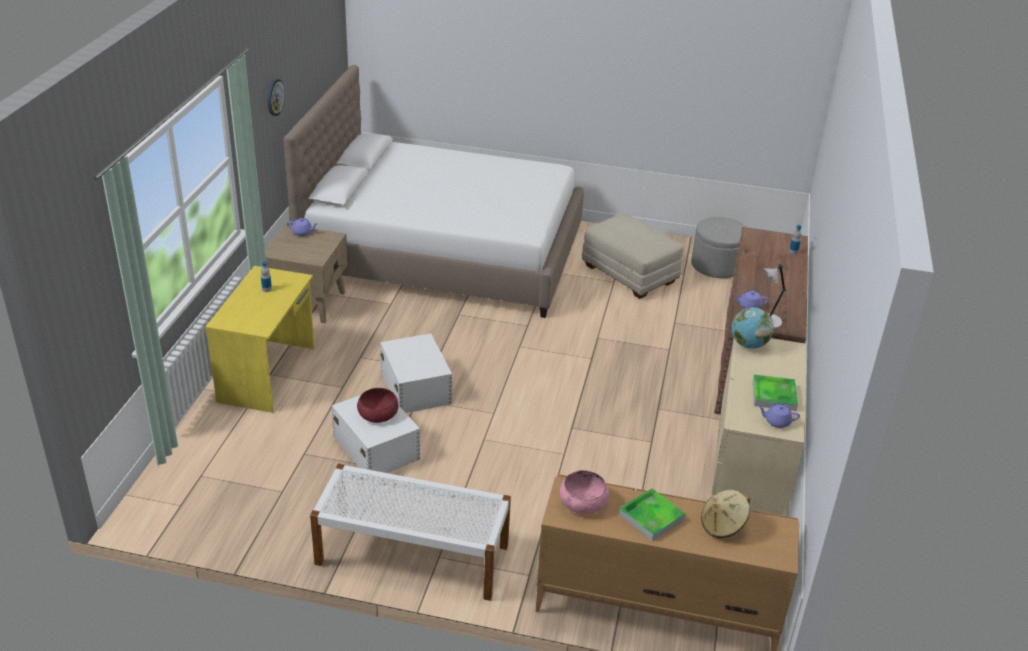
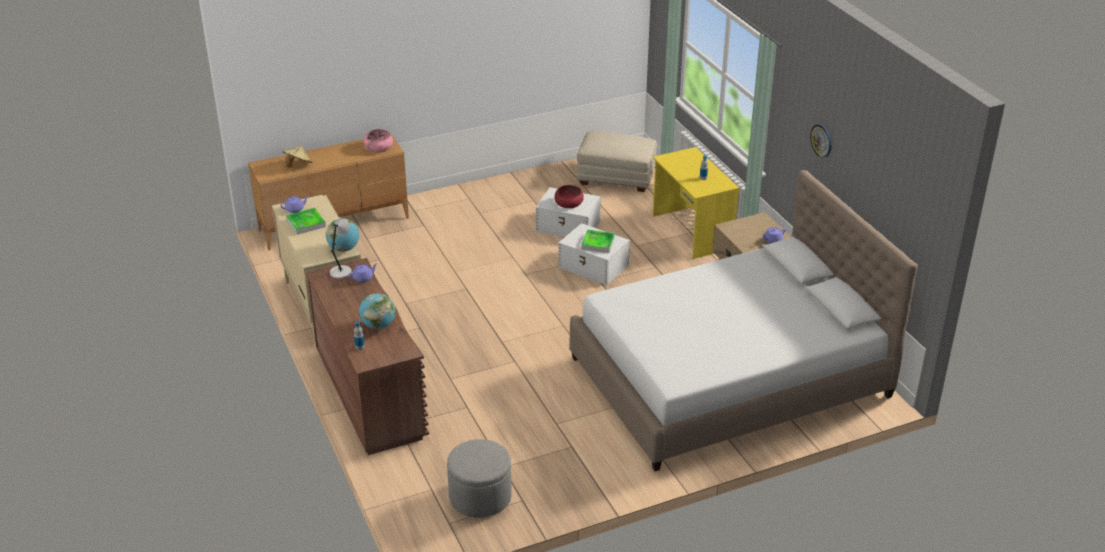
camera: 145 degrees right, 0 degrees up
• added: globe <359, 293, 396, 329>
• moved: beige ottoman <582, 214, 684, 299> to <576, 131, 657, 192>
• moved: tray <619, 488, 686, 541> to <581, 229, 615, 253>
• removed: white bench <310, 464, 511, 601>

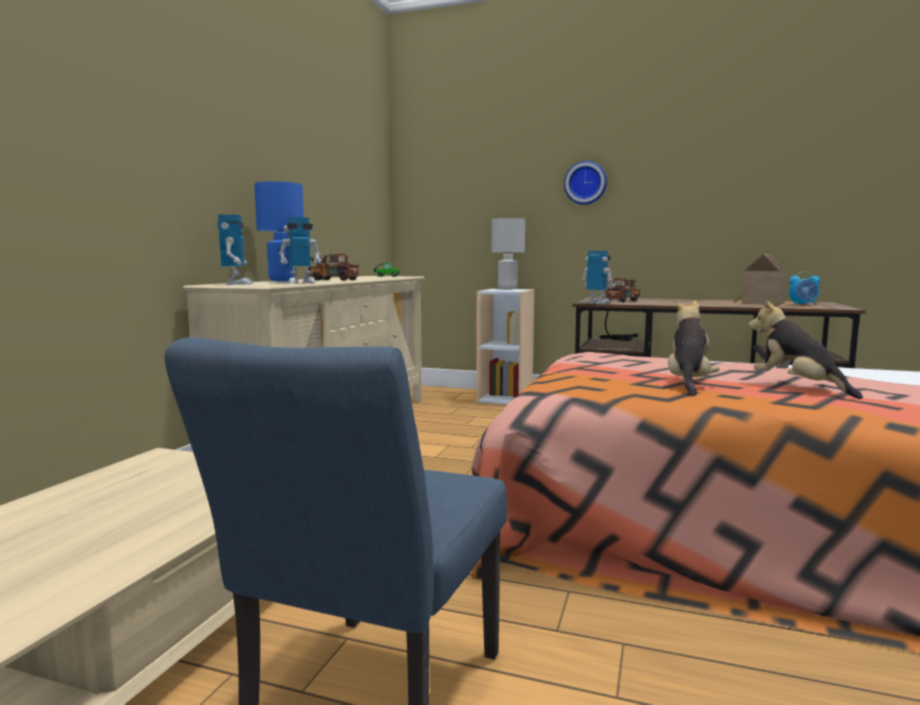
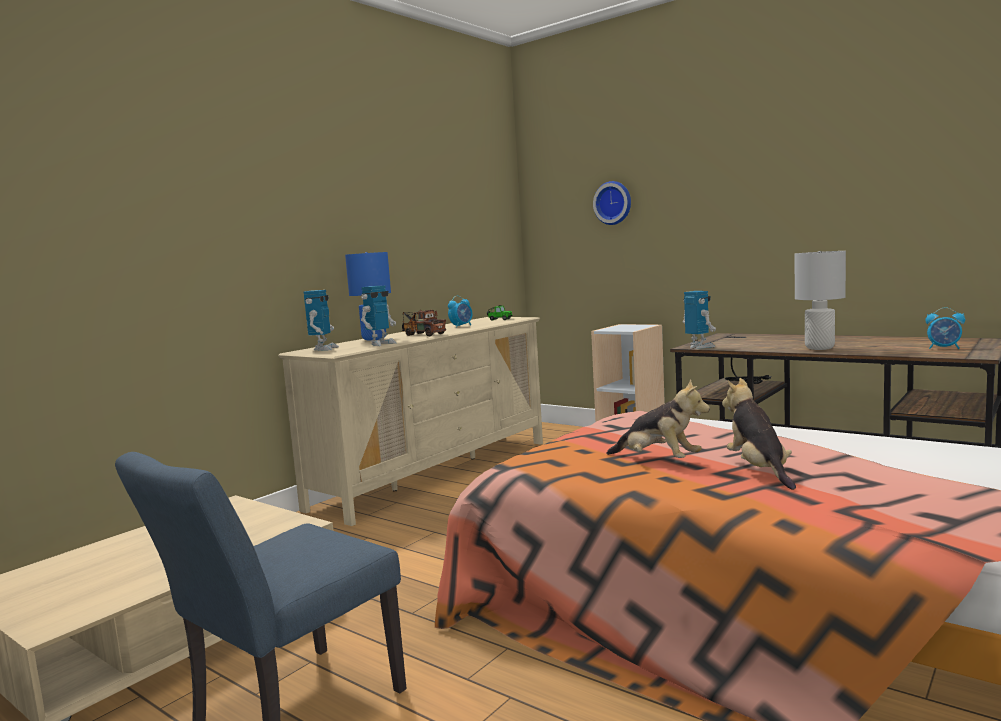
camera: 20 degrees right, 0 degrees up
• turned: toy robot <279, 217, 321, 283> = <361, 286, 396, 346> 45 degrees counterclockwise
• added: alarm clock <448, 296, 472, 328>
• moved: wall clock <564, 161, 607, 205> to <593, 181, 631, 225>
• turned: plush toy <668, 299, 720, 396> = <606, 379, 710, 458> 90 degrees clockwise
• moved: grey table lamp <492, 218, 525, 290> to <795, 251, 846, 350>
• removed: toy truck <605, 278, 640, 302>
• removed: toy house <734, 254, 787, 305>

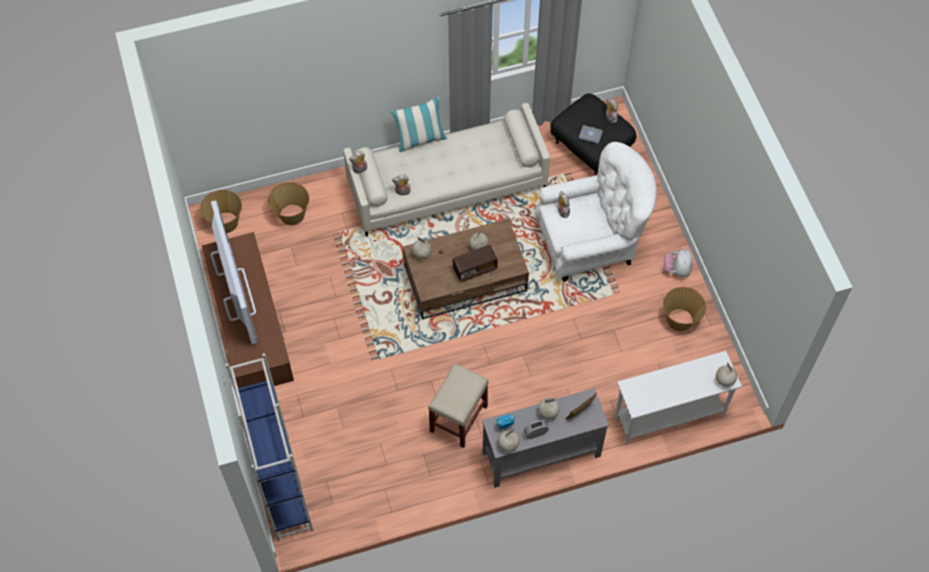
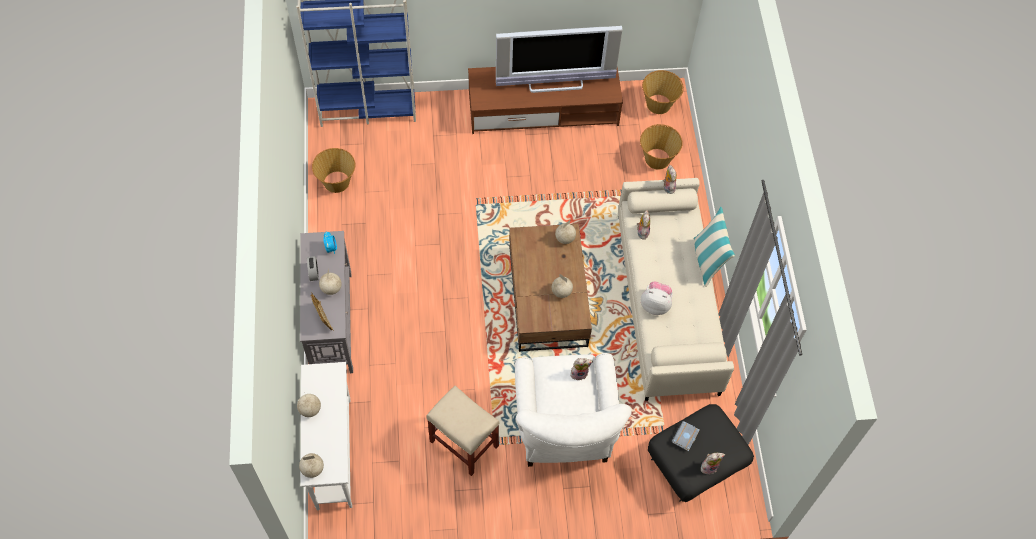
camera: 100 degrees right, 0 degrees up
• moved: globe <498, 429, 520, 452> to <297, 394, 321, 417>
• moved: basket <663, 287, 706, 332> to <312, 148, 356, 193>
• moved: beige stool <428, 363, 489, 448> to <426, 386, 499, 476>
• moved: plush toy <663, 249, 692, 277> to <641, 281, 673, 315>
• removed: radio <453, 245, 498, 282>

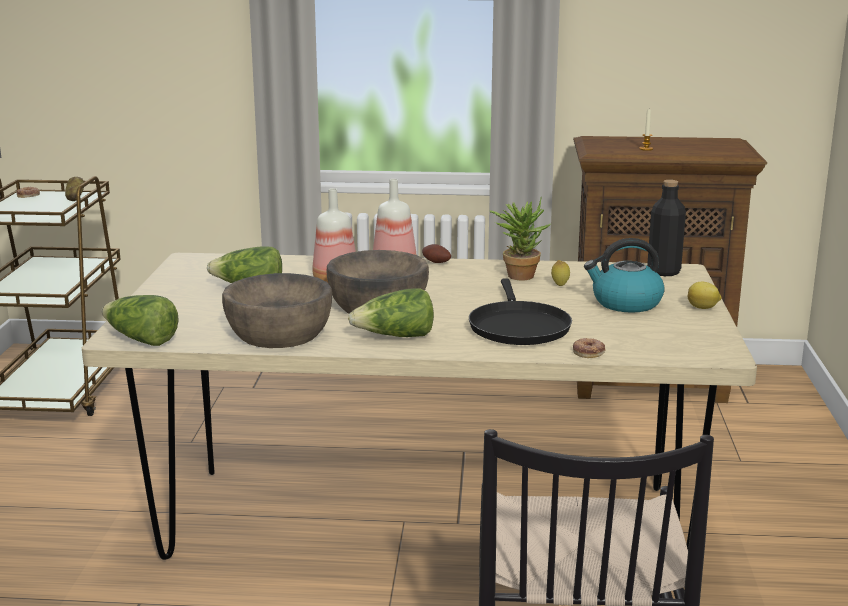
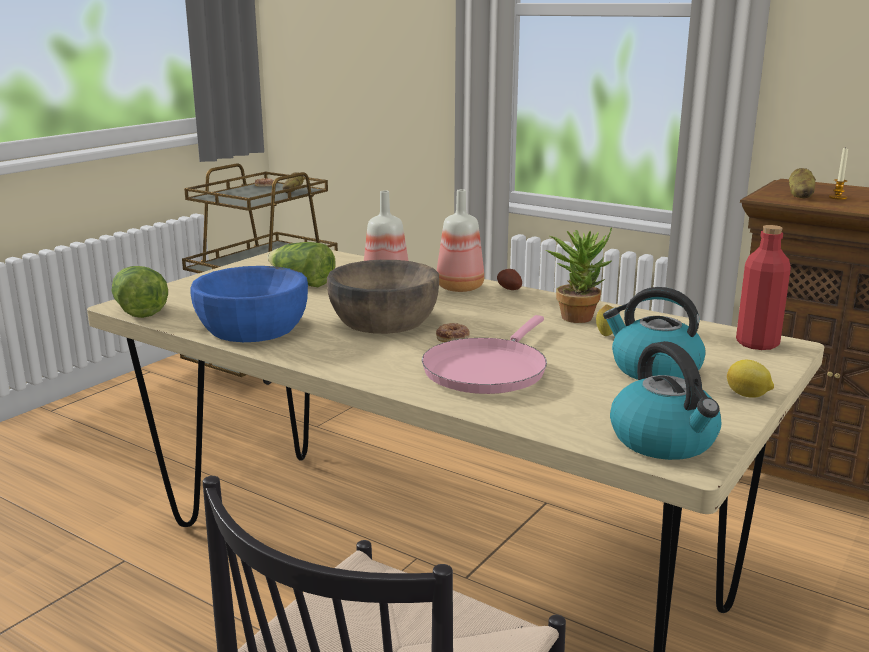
camera: 30 degrees right, 0 degrees up
• recoloured: brown bowl <222, 273, 332, 348> to blue bowl <191, 266, 308, 342>
• recoloured: black frying pan <469, 279, 572, 345> to pink frying pan <422, 315, 547, 394>
• moved: donut <573, 338, 605, 358> to <436, 323, 470, 342>
• added: kettle <610, 341, 721, 460>
• recoloured: black bottle <647, 180, 686, 276> to red bottle <736, 225, 791, 350>
• added: potato <789, 168, 816, 199>
• removed: lettuce <348, 288, 434, 337>

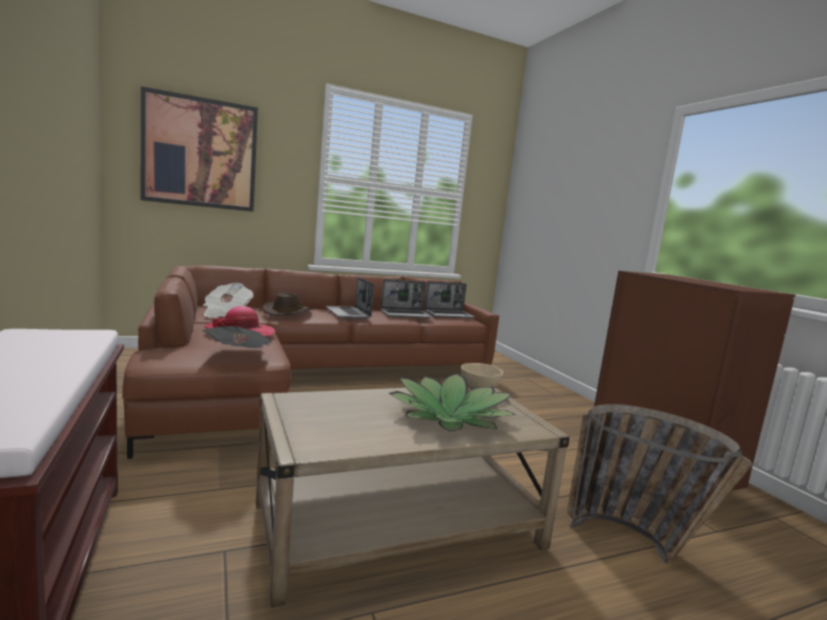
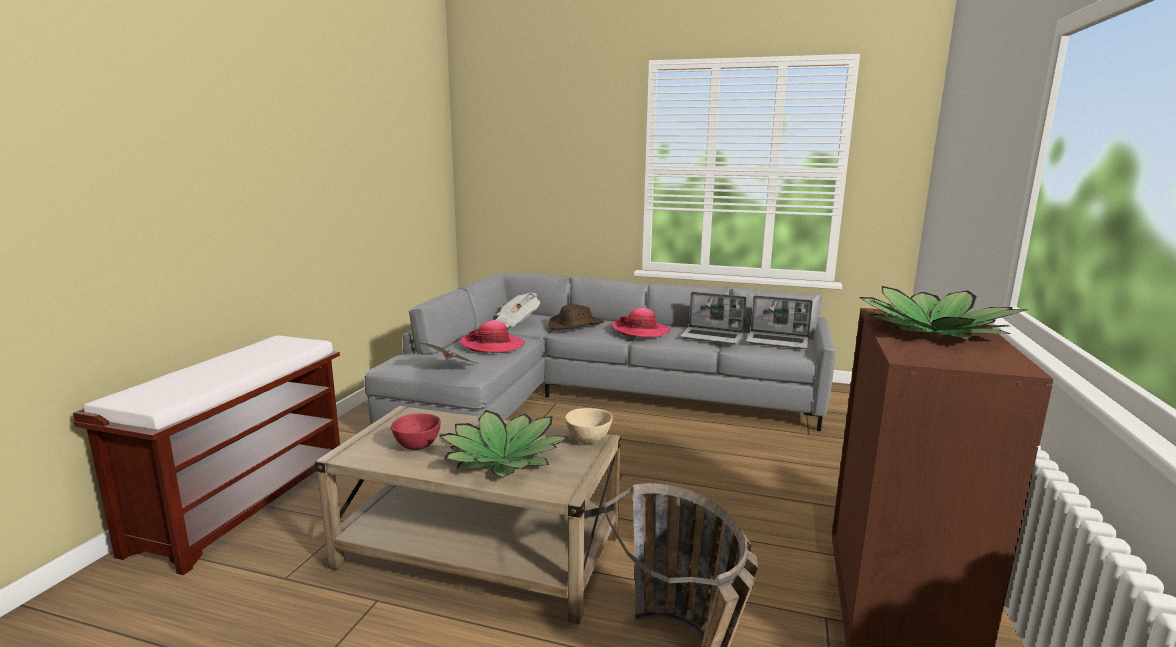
camera: 40 degrees right, 5 degrees up
• recoloured: brown sofa <122, 265, 499, 459> to grey sofa <365, 273, 836, 431>
• added: red bowl <391, 414, 441, 450>
• replaced: laptop <325, 277, 374, 319> to hat <612, 308, 671, 338>
• added: potted plant <859, 286, 1026, 339>
• removed: picture <141, 86, 258, 212>

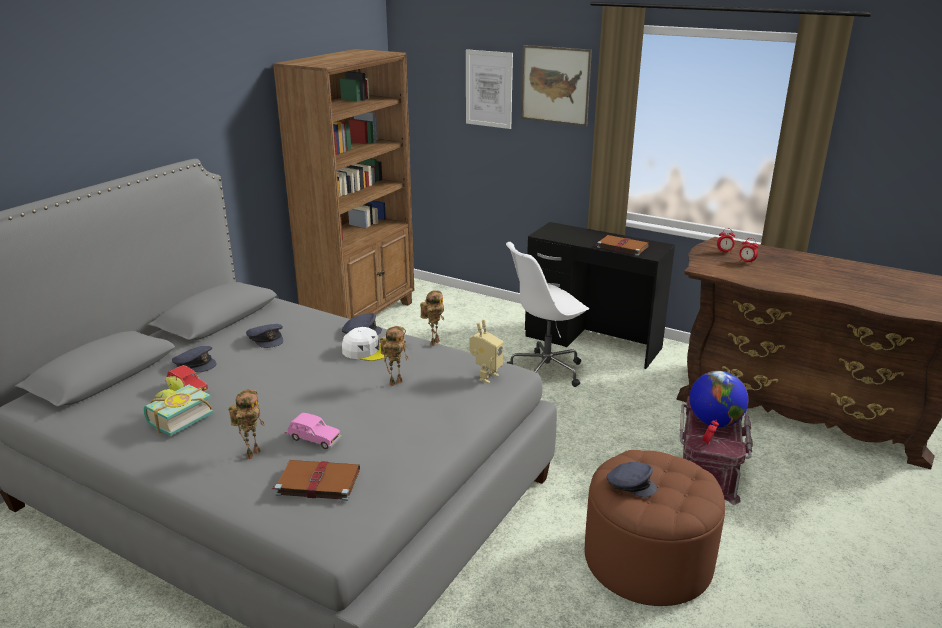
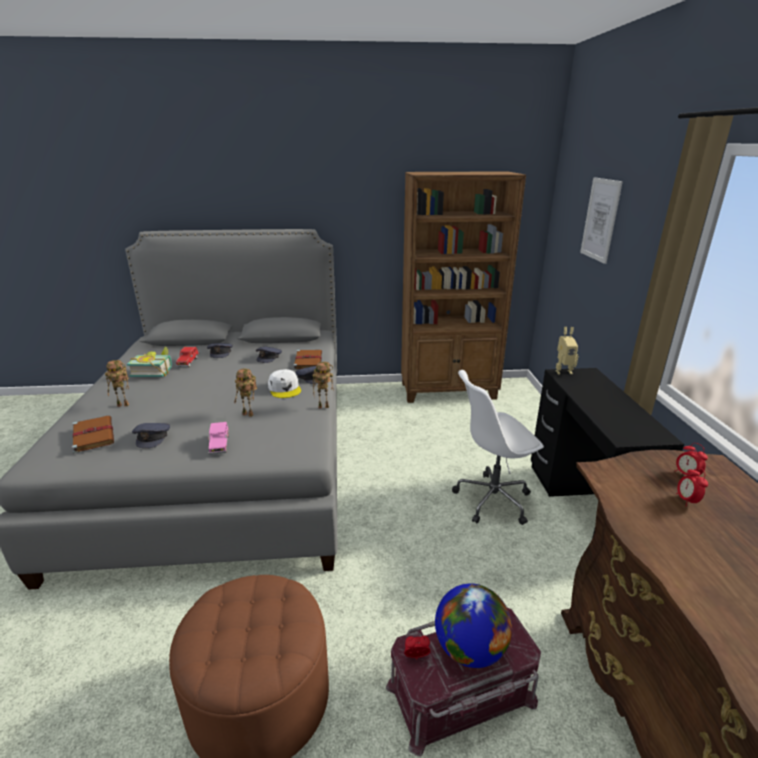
camera: 55 degrees right, 0 degrees up
• moved: grey cap <606, 462, 657, 497> to <132, 423, 170, 448>
• moved: pink toy car <285, 413, 342, 449> to <208, 422, 229, 455>
• moved: brown book <596, 235, 649, 256> to <293, 350, 322, 370>
• turned: white office chair <506, 242, 589, 387> = <452, 370, 544, 525> 45 degrees counterclockwise
• moved: toy robot <469, 320, 504, 384> to <555, 327, 578, 374>
• removed: picture <521, 45, 592, 126>

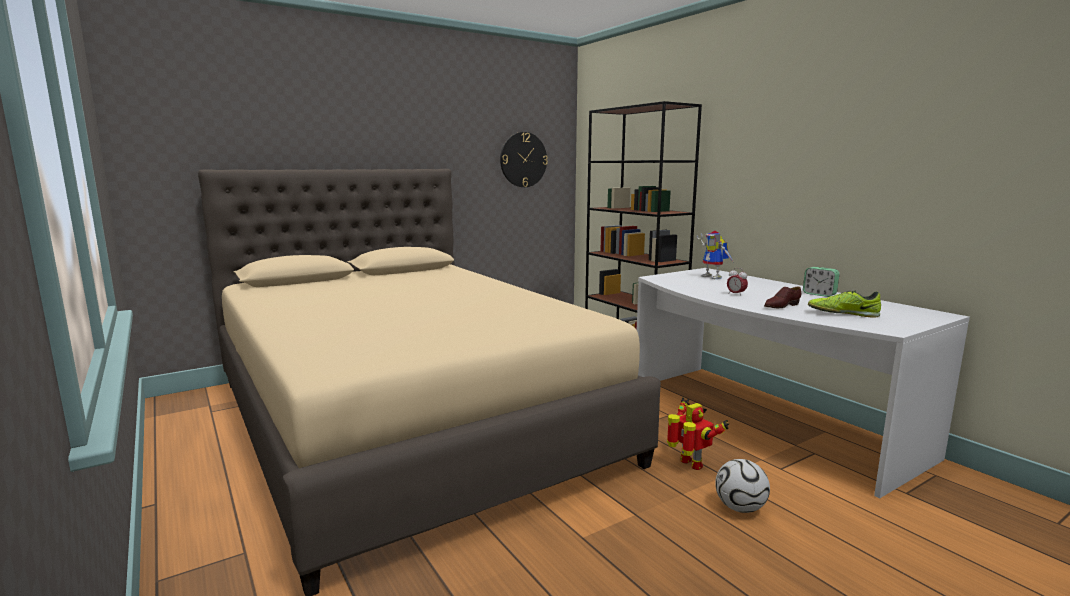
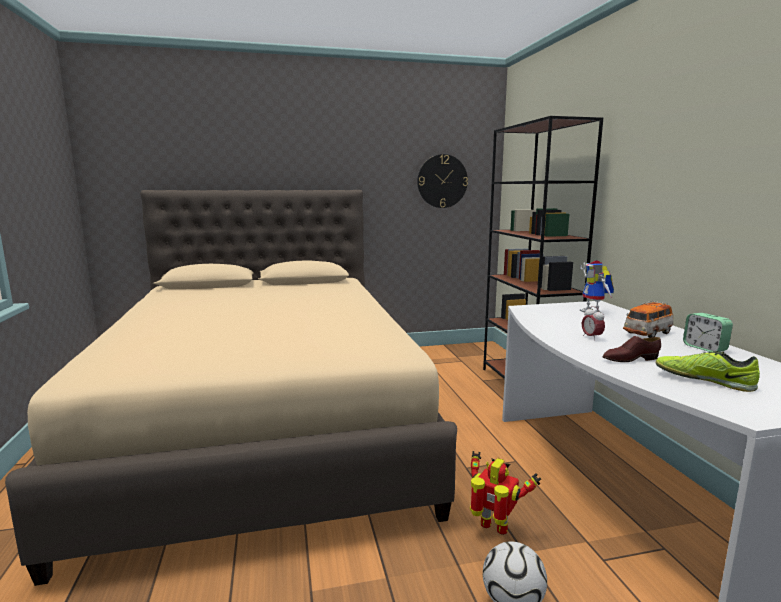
camera: 20 degrees right, 0 degrees up
• turned: toy robot <667, 397, 729, 470> = <470, 451, 541, 535> 45 degrees counterclockwise
• added: toy car <623, 301, 673, 338>

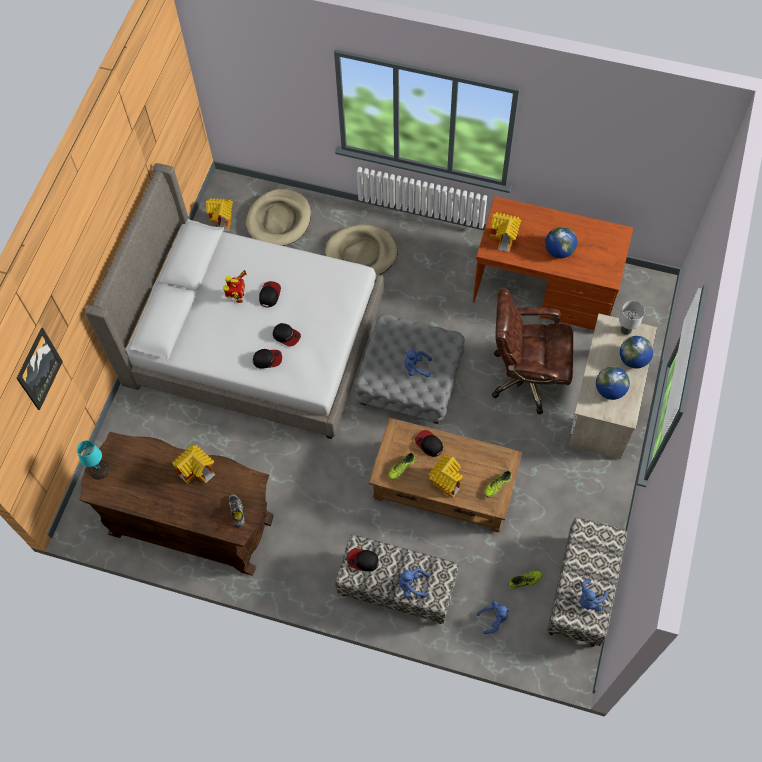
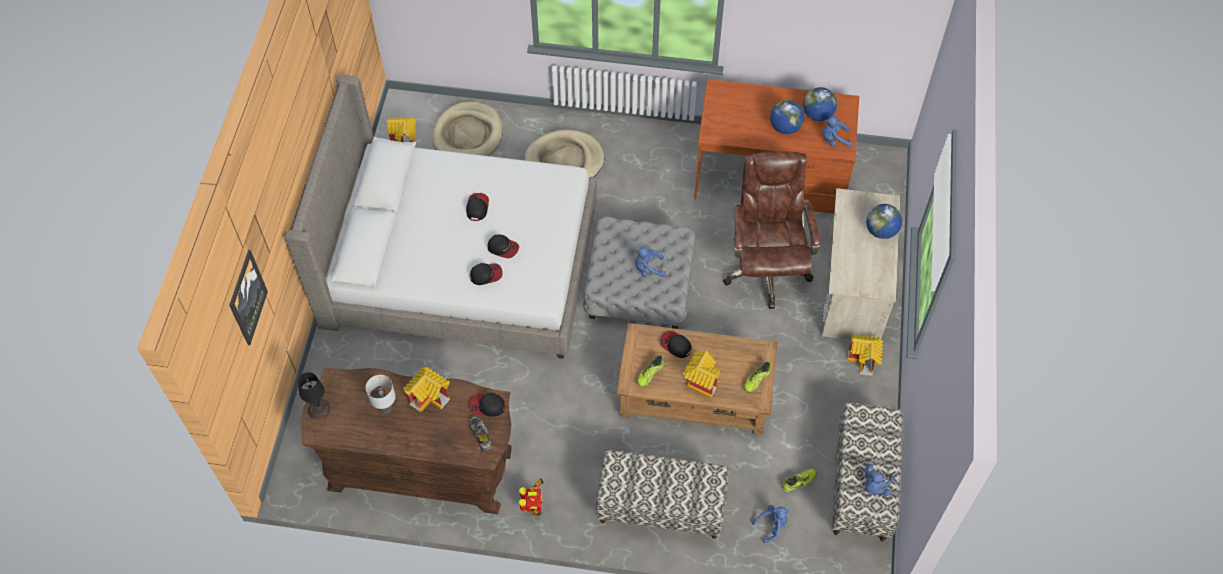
camera: 10 degrees left, 5 degrees down
• recoloured: turquoise table lamp <77, 440, 110, 480> to black table lamp <298, 372, 331, 420>
• moved: white table lamp <619, 301, 645, 335> to <366, 375, 396, 414>
• moved: cap <347, 548, 379, 571> to <469, 393, 505, 417>
• moved: toy robot <223, 270, 247, 303> to <519, 478, 544, 516>
• turned: brown office chair <492, 288, 573, 414> = <723, 151, 820, 309> 90 degrees clockwise
• moved: globe <596, 367, 630, 400> to <803, 87, 837, 121>
• moved: blue plush toy <399, 568, 429, 598> to <822, 116, 852, 147>
• moved: toy house <489, 212, 521, 252> to <848, 334, 883, 376>

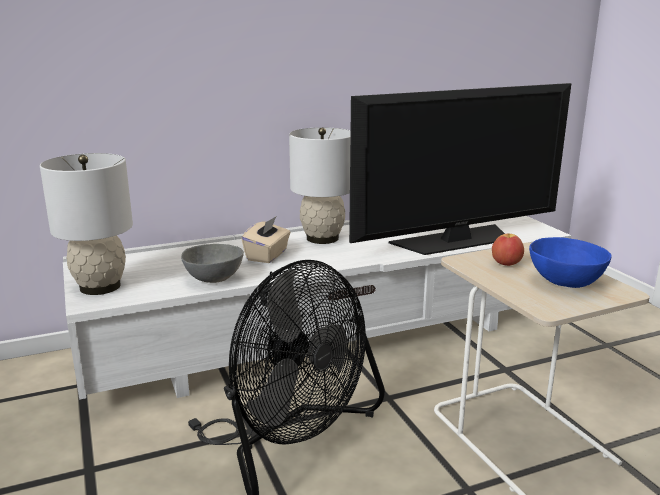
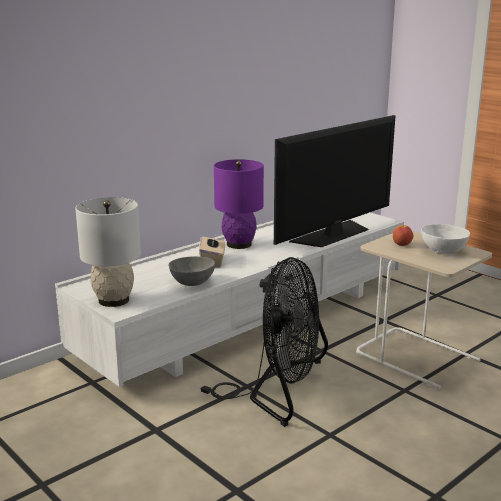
camera: 20 degrees left, 0 degrees up
• recoloured: white table lamp <289, 127, 351, 244> to purple table lamp <214, 159, 264, 249>
• recoloured: blue bowl <529, 237, 612, 288> to white bowl <421, 224, 470, 254>

